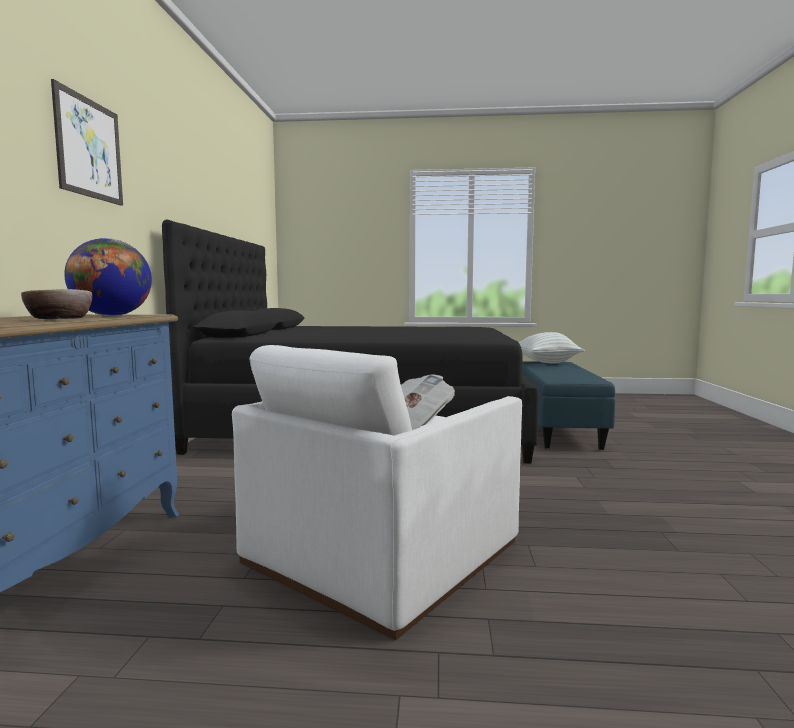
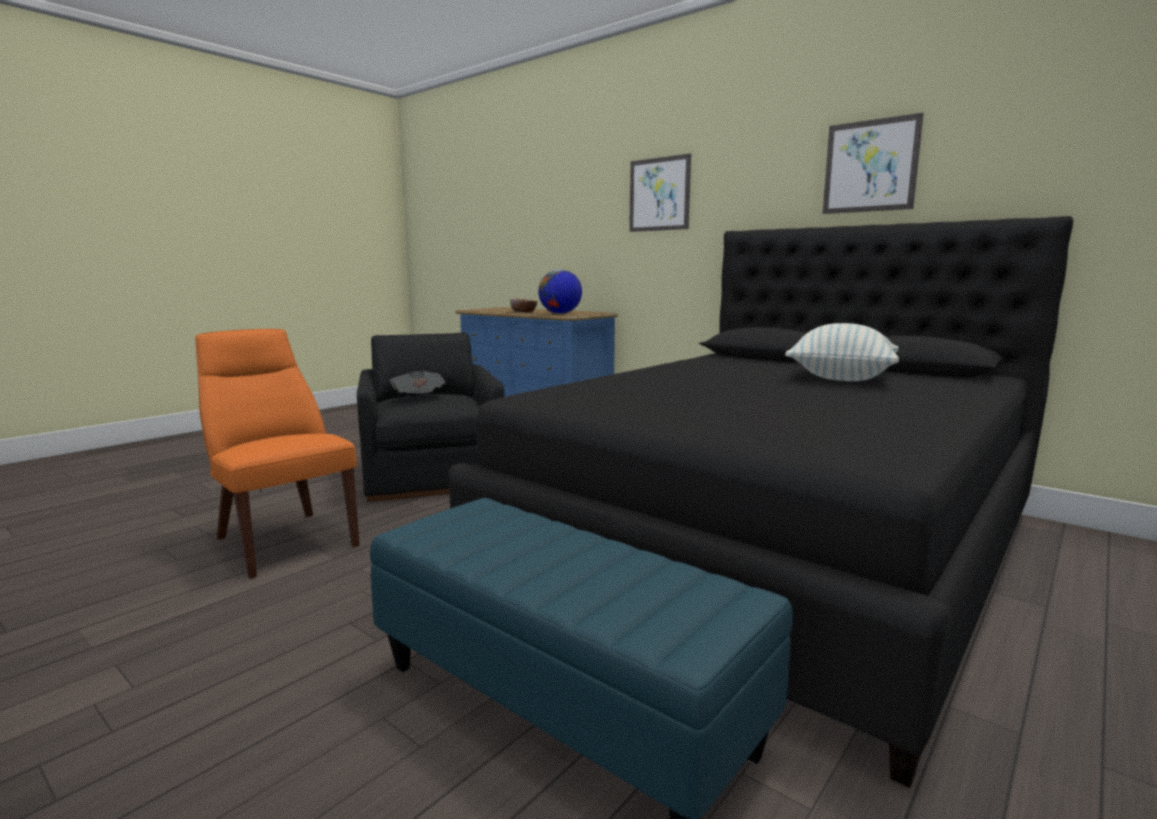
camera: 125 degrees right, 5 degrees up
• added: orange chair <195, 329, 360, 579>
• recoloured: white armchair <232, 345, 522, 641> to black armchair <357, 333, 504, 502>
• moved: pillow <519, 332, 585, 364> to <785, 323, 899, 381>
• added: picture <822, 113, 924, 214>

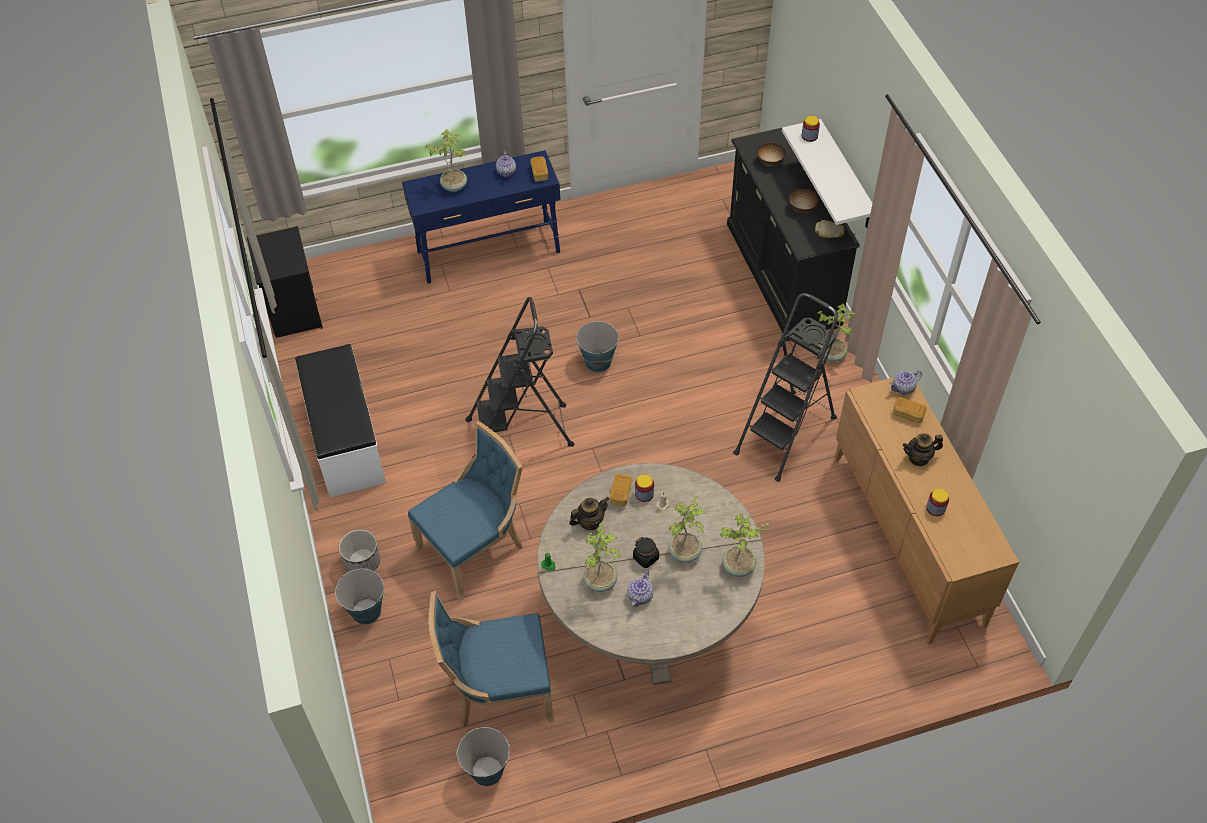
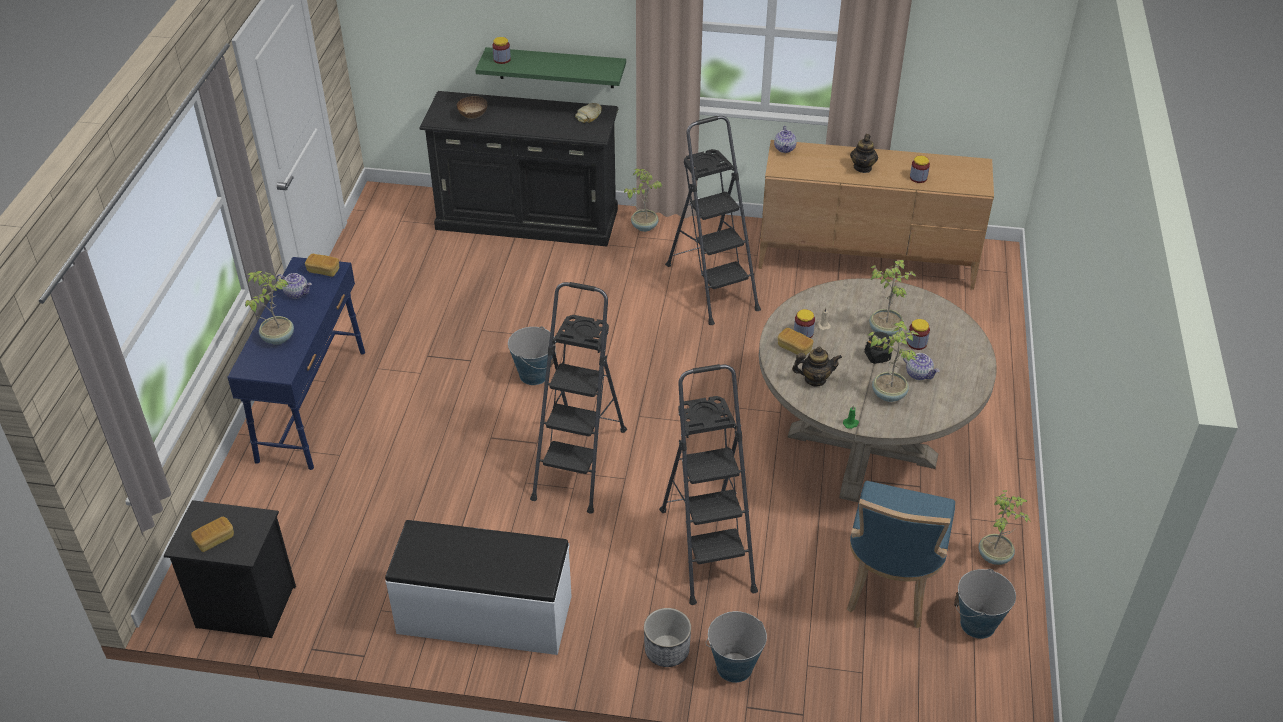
camera: 65 degrees left, 10 degrees down
• moved: bread <893, 397, 927, 423> to <191, 517, 234, 552>
• recoloured: white shelf <782, 119, 872, 228> to green shelf <475, 47, 626, 88>
• replaced: blue chair <408, 421, 523, 601> to step ladder <659, 364, 758, 605>
• turned: teapot <569, 497, 609, 530> = <792, 347, 842, 387> 90 degrees clockwise
• added: jar <907, 319, 930, 350>
• moved: potted plant <719, 513, 770, 577> to <979, 490, 1031, 565>
• removed: bowl <789, 189, 819, 213>

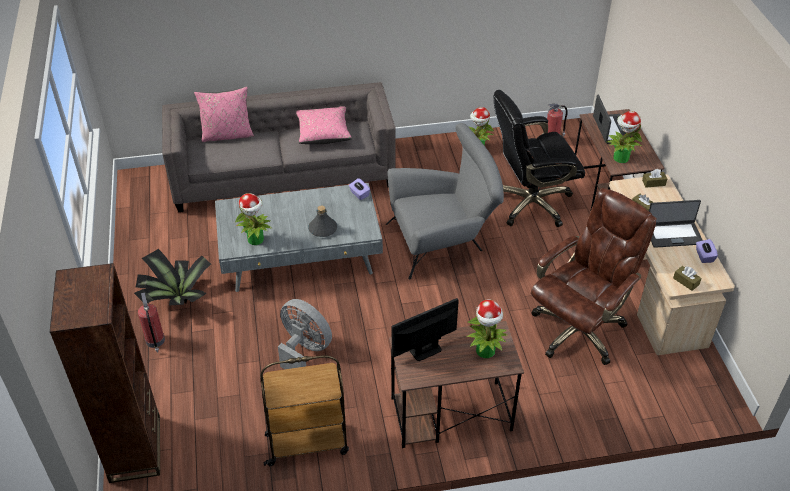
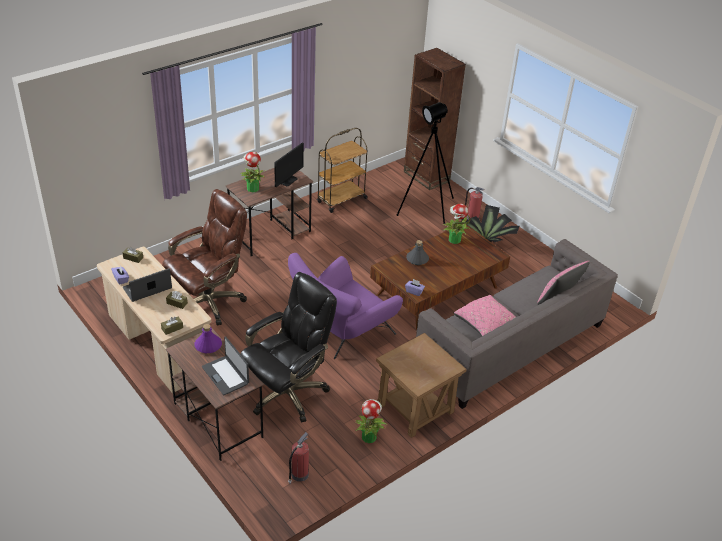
camera: 150 degrees right, 5 degrees down
• turned: brown office chair <531, 188, 657, 365> = <162, 189, 247, 326> 150 degrees counterclockwise
• replaced: potted plant <607, 111, 642, 163> to purple bottle <194, 324, 222, 353>
• recoloured: grey armchair <386, 123, 504, 280> to purple armchair <288, 253, 403, 359>
• recoloured: grey coffee table <215, 183, 383, 292> to brown coffee table <370, 224, 510, 329>
• added: brown side table <376, 333, 467, 438>
• added: black floor lamp <396, 102, 454, 224>
• removed: grey fan <278, 299, 332, 369>

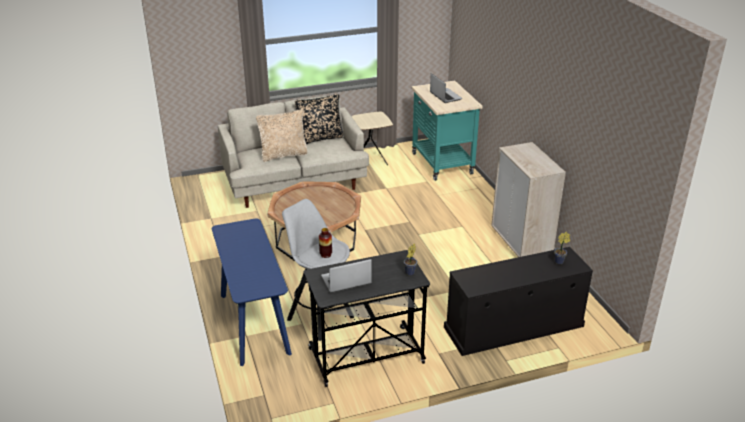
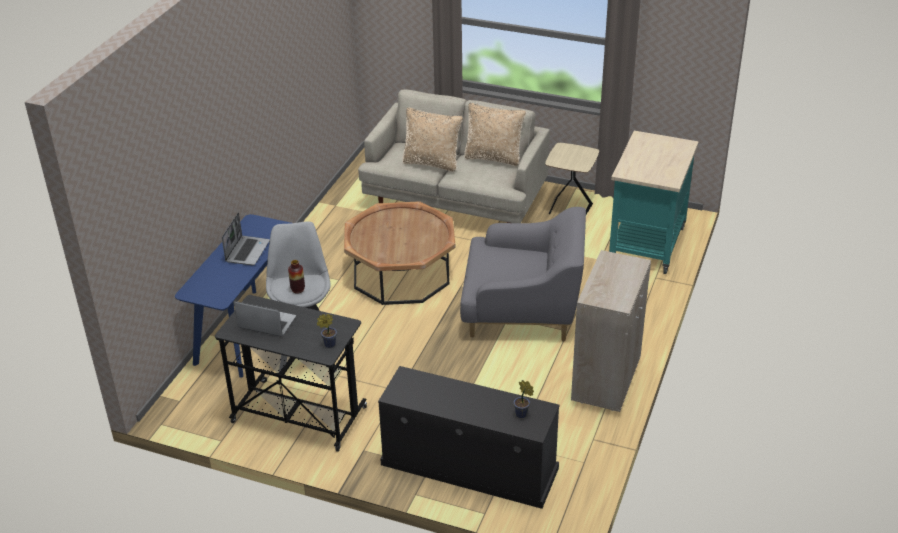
camera: 40 degrees right, 5 degrees up
• moved: laptop <430, 73, 462, 103> to <222, 212, 270, 265>
• added: grey armchair <460, 207, 586, 342>
• recoloured: black pillow <295, 94, 343, 144> to beige pillow <464, 103, 526, 166>

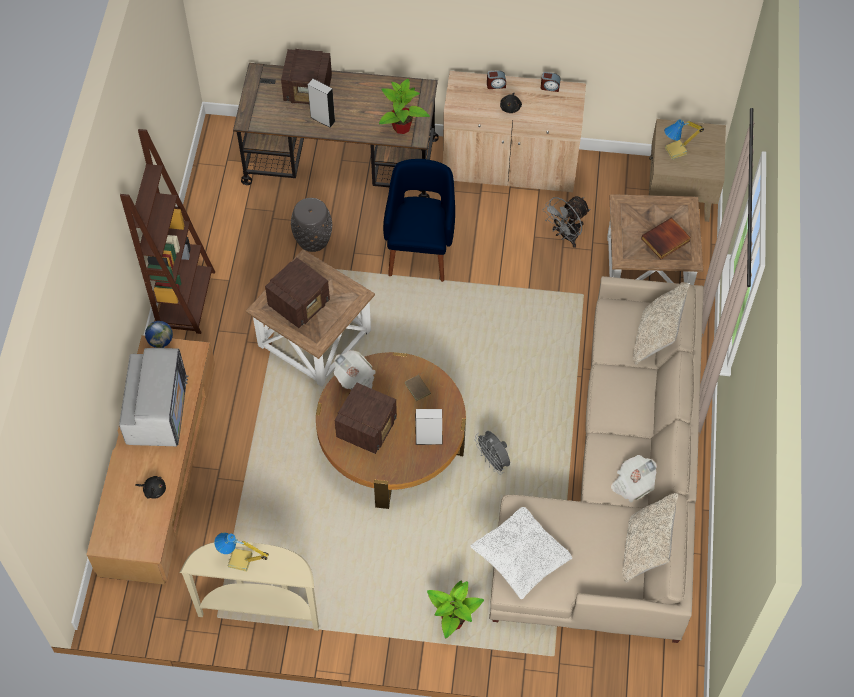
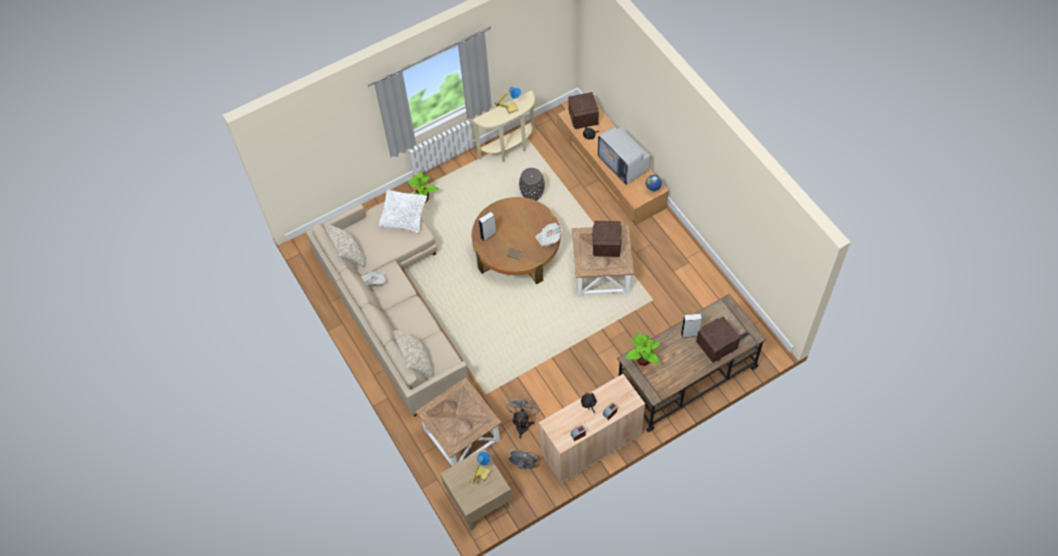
camera: 145 degrees right, 0 degrees up
• moved: grey fan <475, 431, 510, 475> to <509, 448, 539, 469>
• moved: grey stool <291, 198, 332, 252> to <519, 168, 545, 201>
• moved: radio <335, 383, 397, 454> to <568, 92, 599, 129>
• removed: brown bookcase <120, 129, 215, 334>
• removed: blue armchair <383, 159, 455, 282>
• removed: book <641, 217, 691, 259>

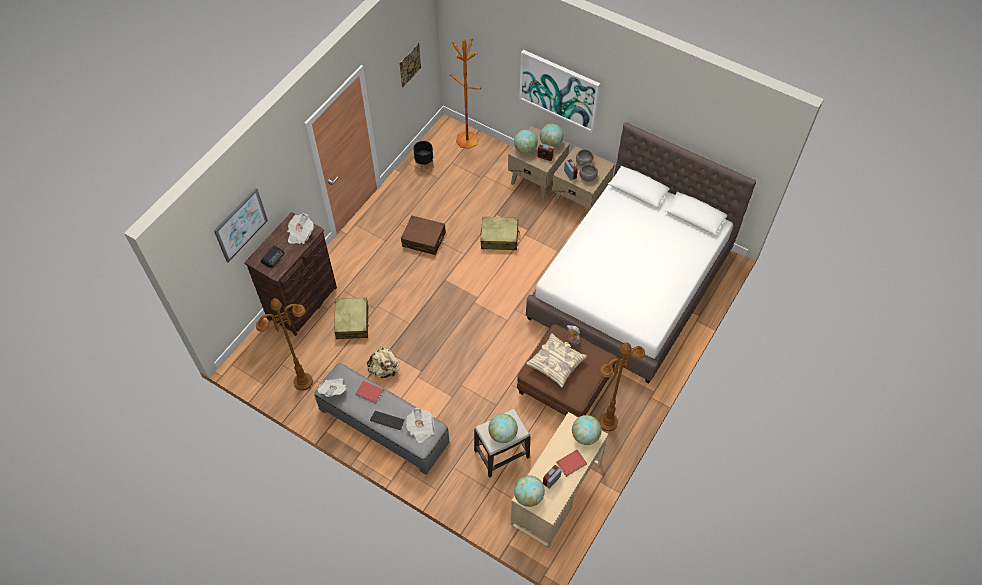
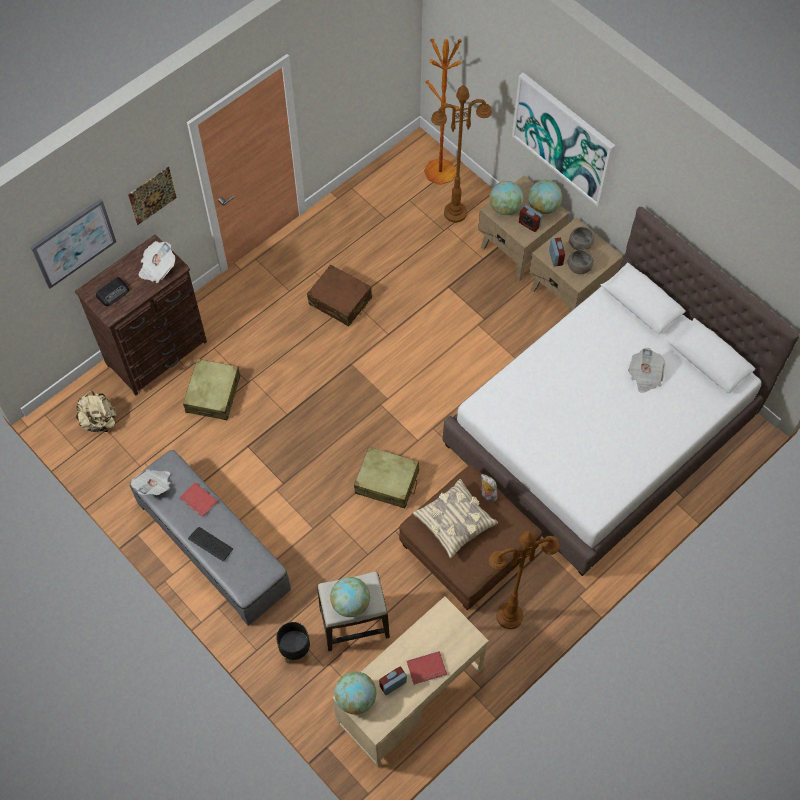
camera: 15 degrees right, 5 degrees up
• moved: beige backpack <367, 346, 400, 378> to <76, 390, 117, 433>
• moved: picture <399, 43, 421, 88> to <128, 167, 177, 225>
• moved: black planter <413, 141, 434, 172> to <276, 622, 310, 664>
• moved: beige suitcase <480, 217, 520, 250> to <354, 447, 419, 508>
• moved: brown floor lamp <256, 298, 313, 391> to <431, 85, 492, 223>
• moved: newspaper <406, 408, 434, 443> to <628, 348, 666, 393>
• removed: globe <572, 415, 602, 445>

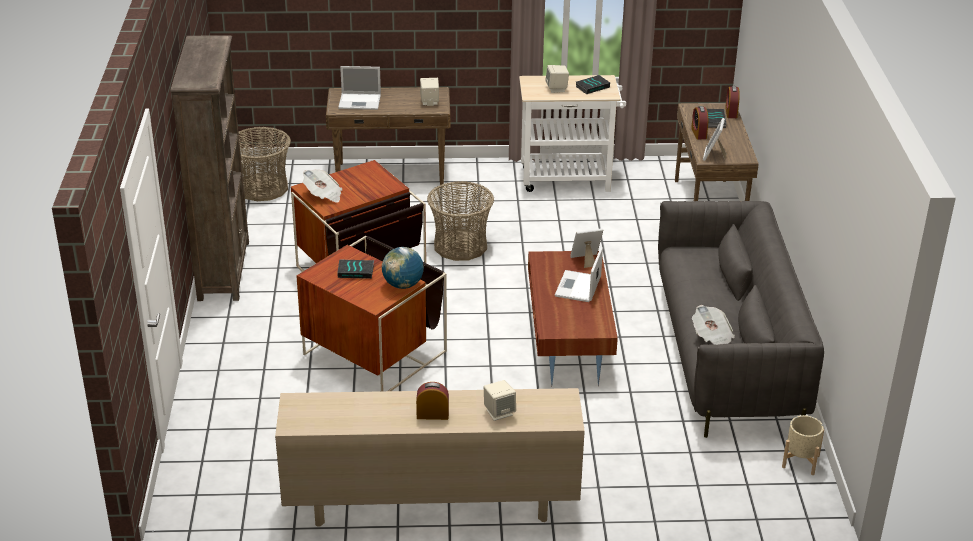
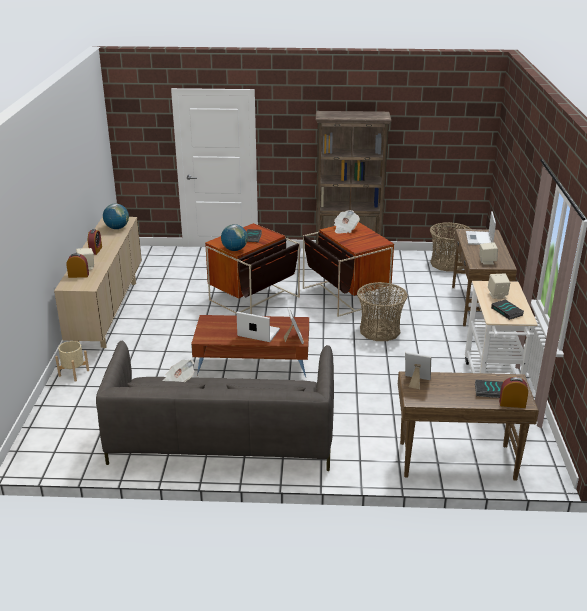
camera: 95 degrees right, 5 degrees down
• moved: beige planter <782, 415, 824, 475> to <55, 341, 89, 381>
• moved: alarm clock <691, 106, 708, 140> to <67, 253, 89, 278>
• added: globe <103, 204, 129, 229>

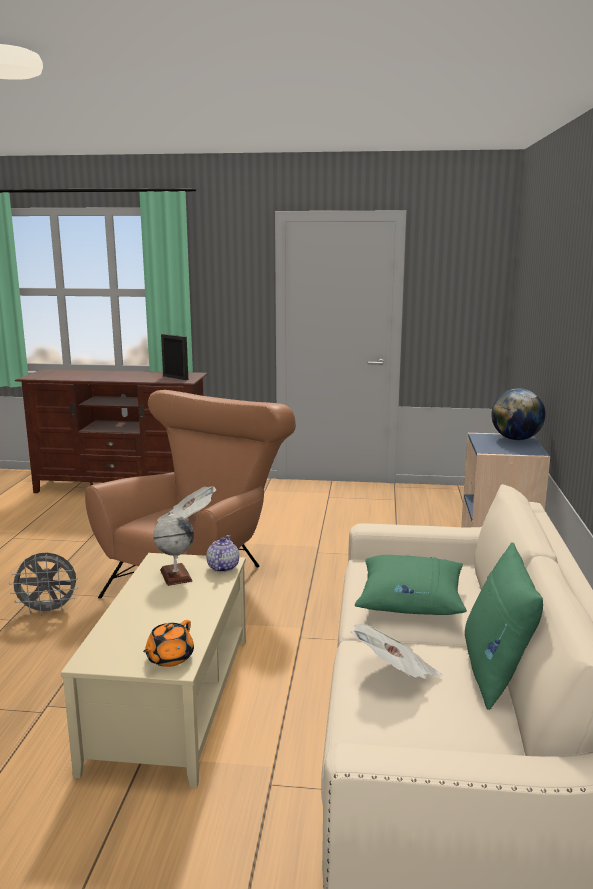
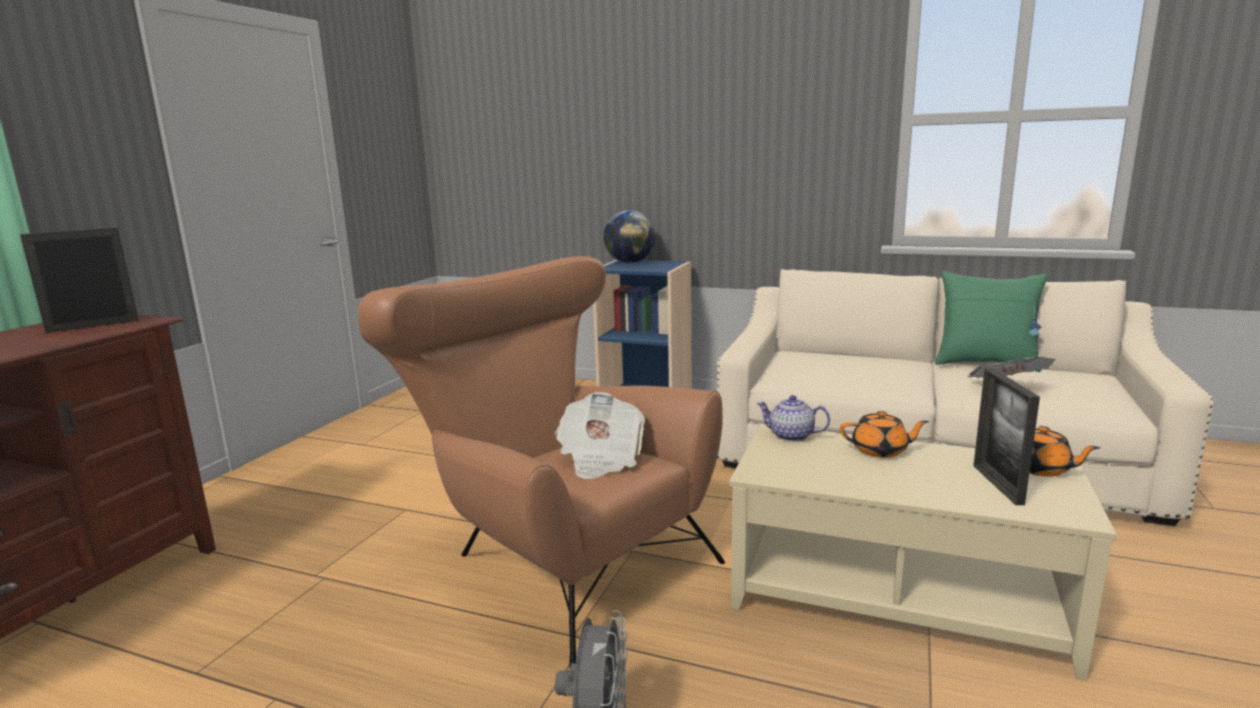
camera: 75 degrees left, 0 degrees up
• added: orange teapot <840, 411, 929, 458>
• added: picture frame <974, 368, 1040, 505>
• removed: globe <153, 511, 194, 586>
• removed: green pillow <355, 555, 467, 615>

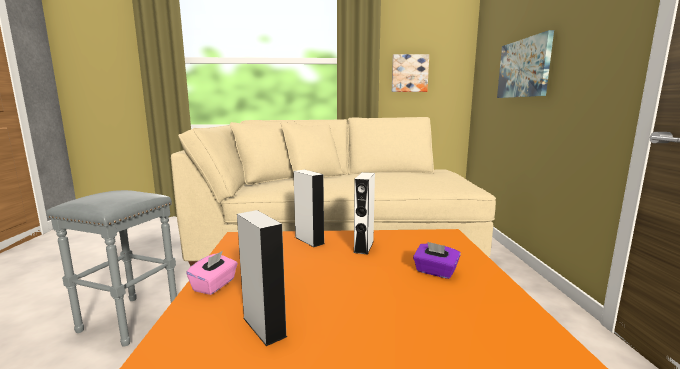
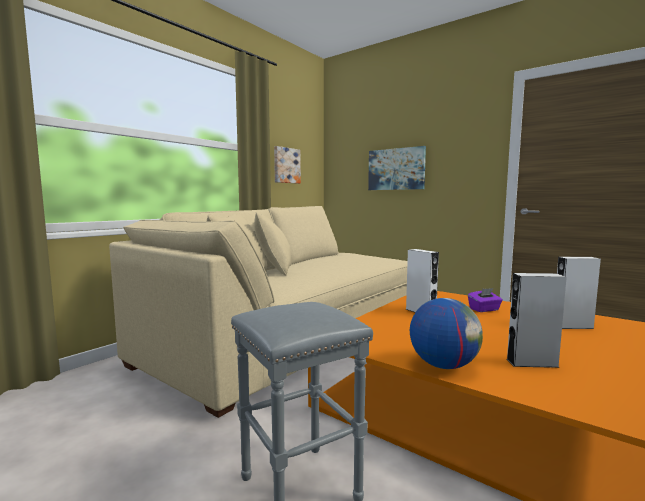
camera: 50 degrees left, 5 degrees down
• replaced: pink tissue box <186, 251, 238, 295> to globe <410, 298, 483, 369>
• moved: white speaker <293, 170, 324, 247> to <557, 257, 601, 329>

